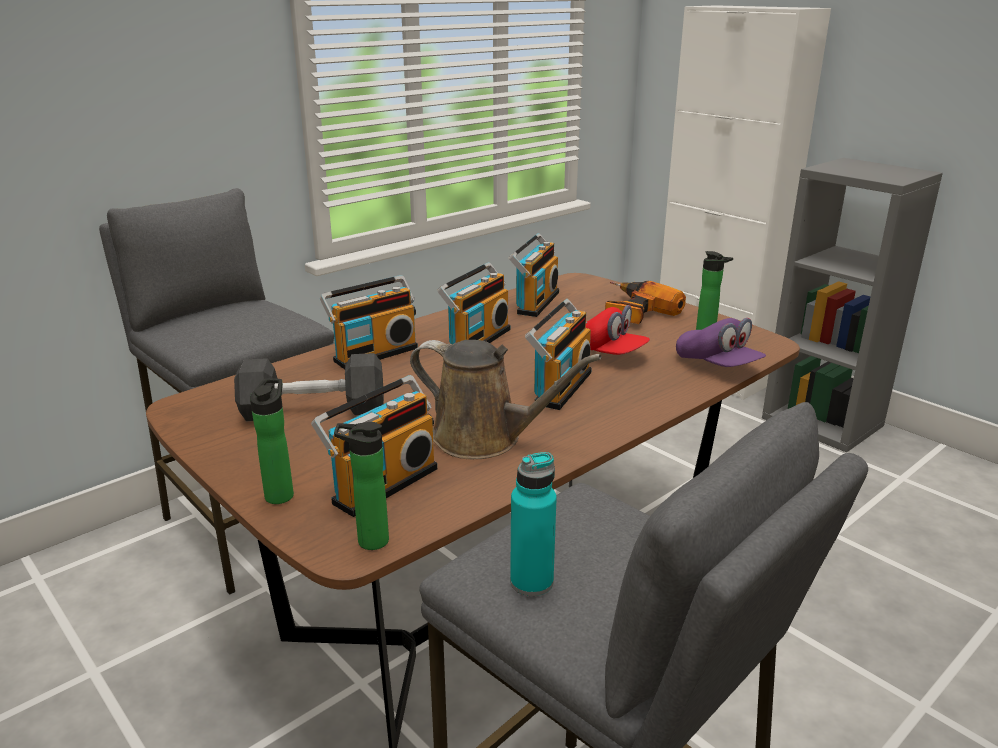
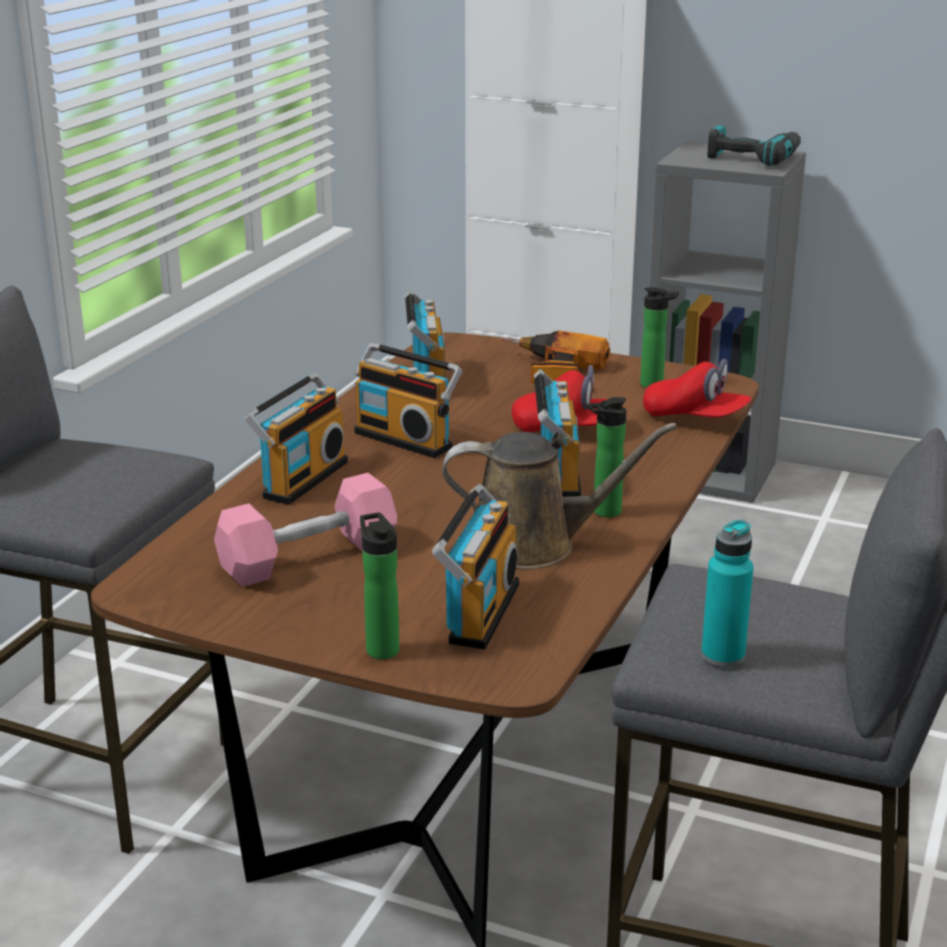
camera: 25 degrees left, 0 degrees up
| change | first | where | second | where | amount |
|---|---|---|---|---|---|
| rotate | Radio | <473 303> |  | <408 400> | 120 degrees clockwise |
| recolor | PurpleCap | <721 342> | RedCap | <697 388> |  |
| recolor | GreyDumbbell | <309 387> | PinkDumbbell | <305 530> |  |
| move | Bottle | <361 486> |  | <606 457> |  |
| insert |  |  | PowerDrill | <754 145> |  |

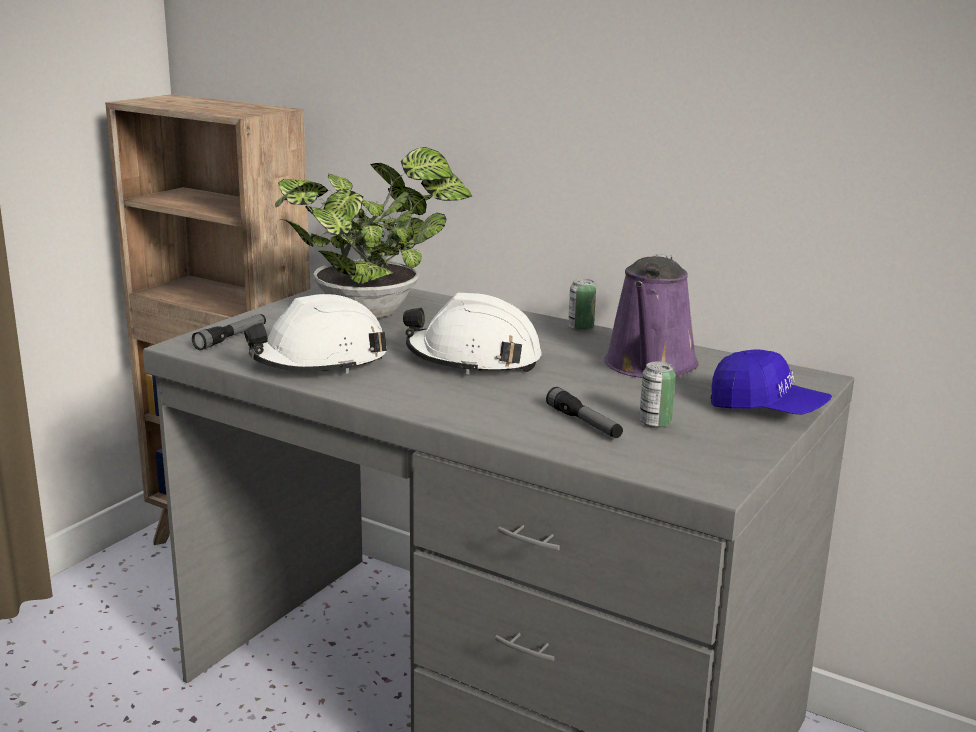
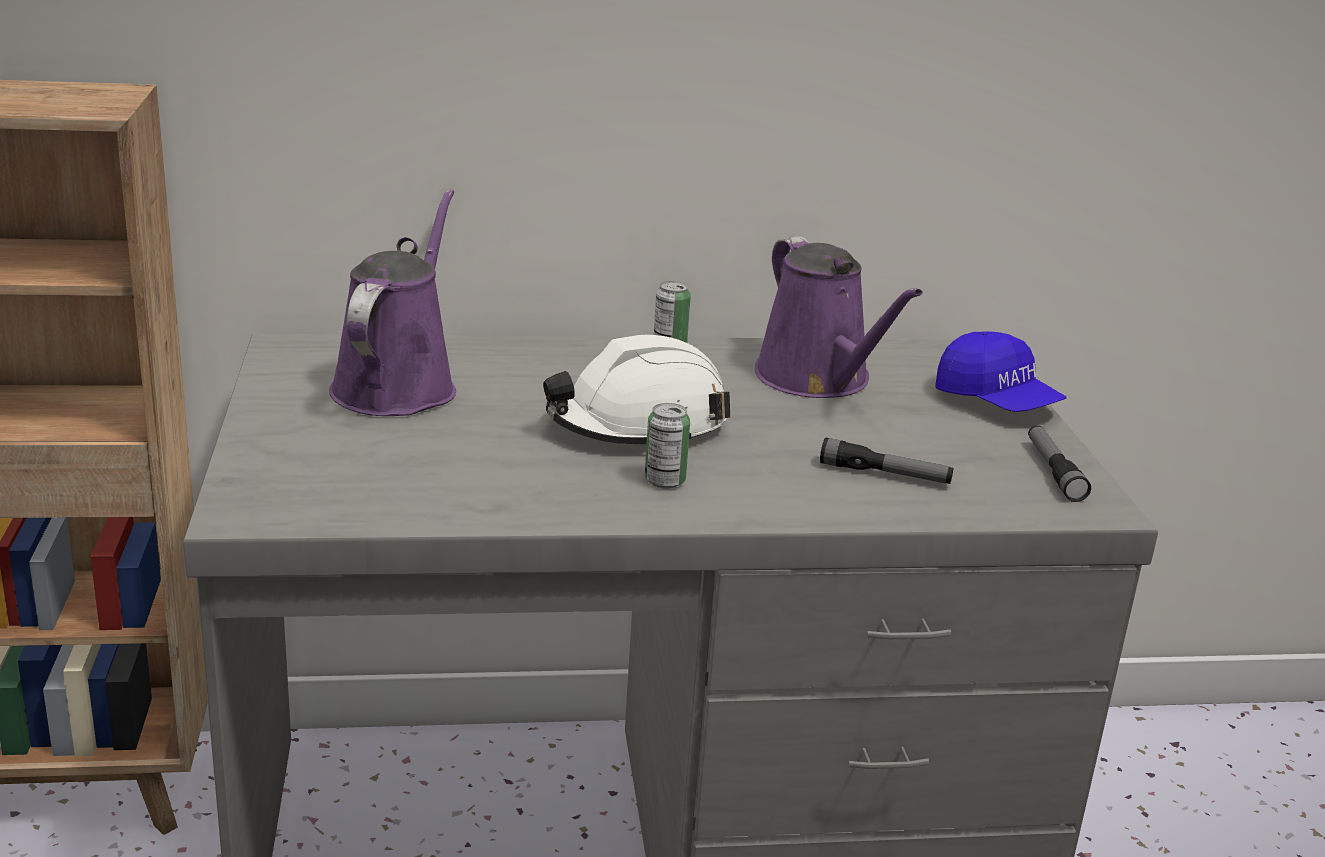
camera: 40 degrees left, 5 degrees up
| change | first | where | second | where | amount |
|---|---|---|---|---|---|
| replace | PottedPlant | <374 232> | PurpleWateringCan | <392 302> |  |
| delete | WhiteHardHat | <315 334> |  |  |  |
| move | Flashlight | <229 332> |  | <1059 463> |  |
| rotate | BlueCap | <771 382> |  | <1000 371> | 60 degrees clockwise |
| move | Can | <657 395> |  | <667 445> |  |

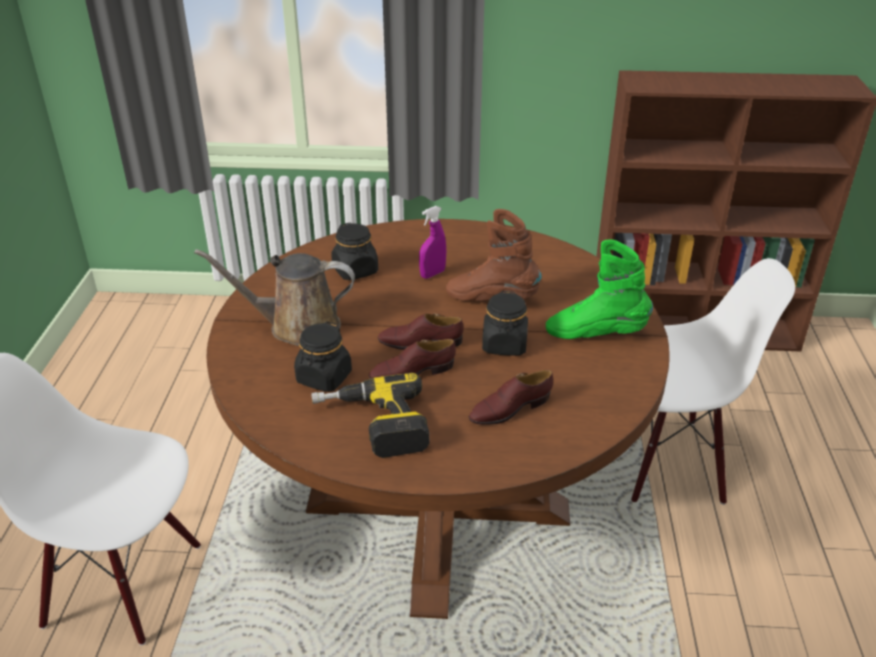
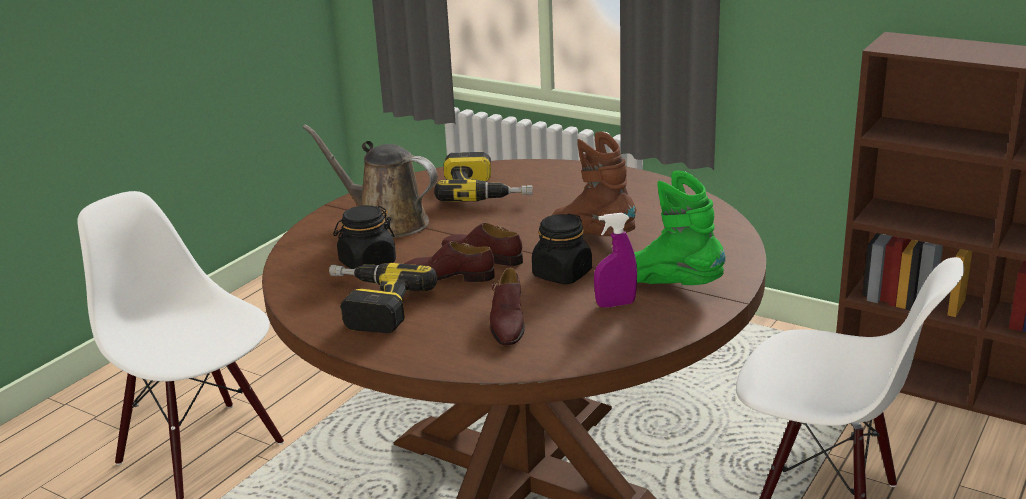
camera: 30 degrees right, 10 degrees down
| change | first | where | second | where | amount |
|---|---|---|---|---|---|
| move | PurpleSprayBottle | <432 242> |  | <615 260> |  |
| replace | BlackJar | <354 251> | PowerDrill | <483 177> |  |
| rotate | BrownShoe | <511 397> |  | <507 307> | 90 degrees counterclockwise |

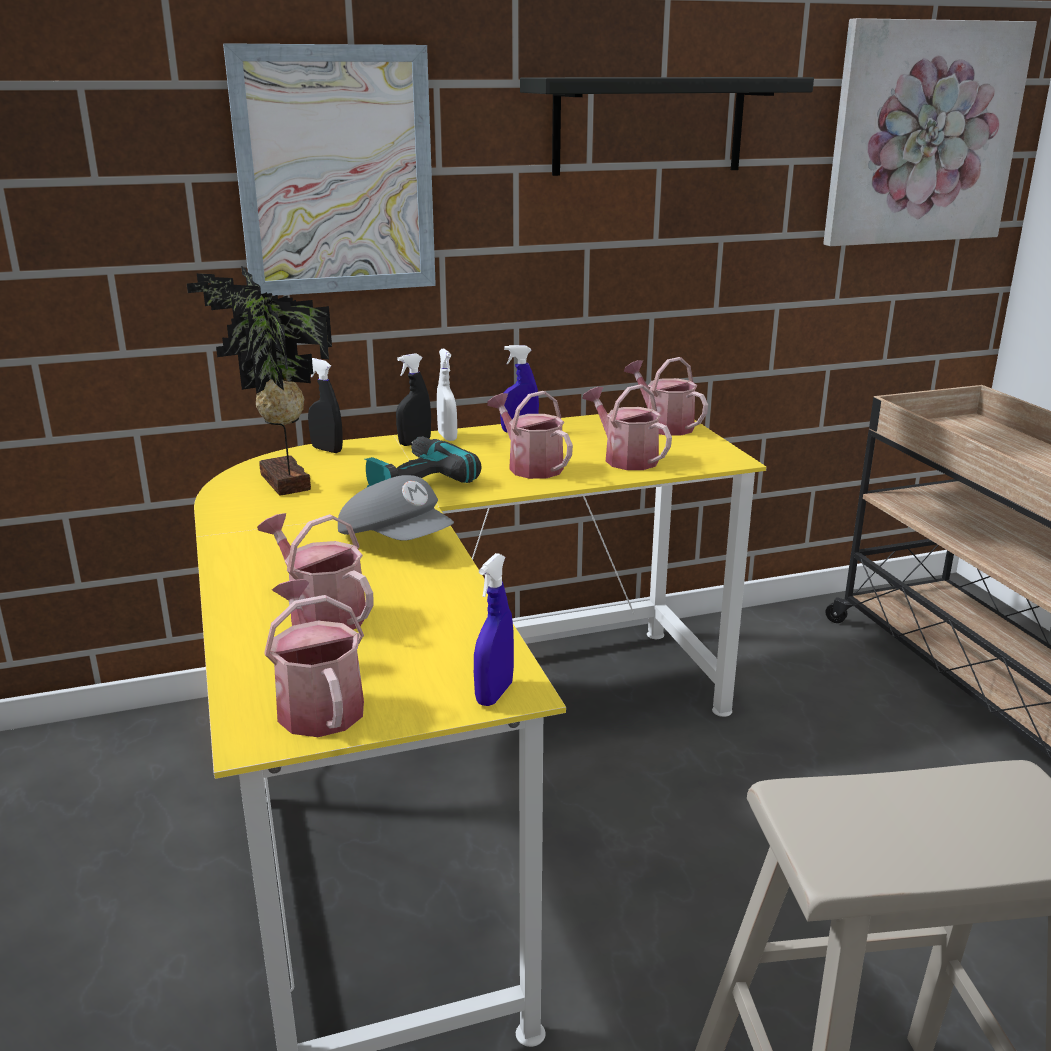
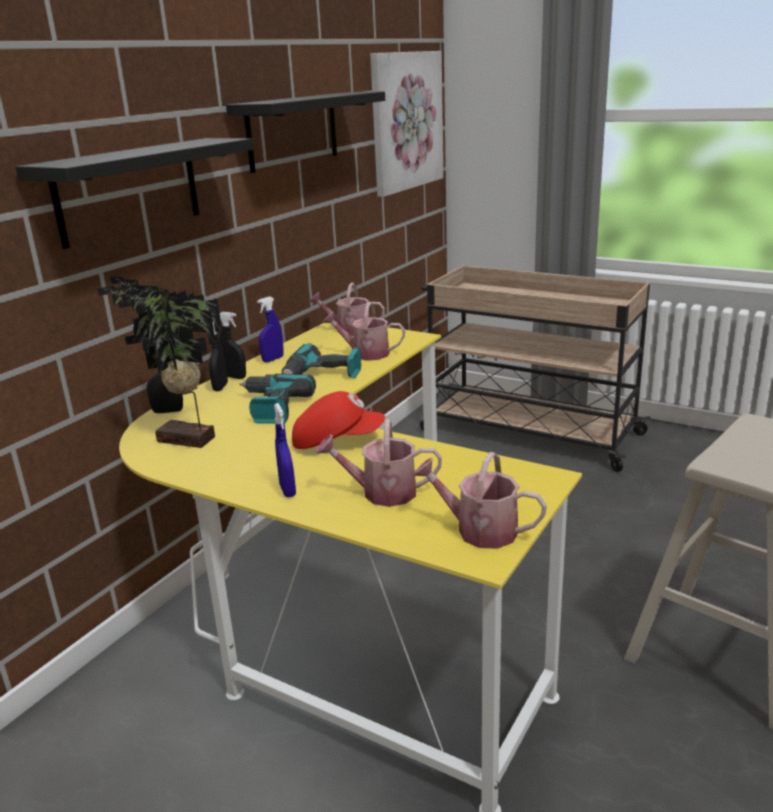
camera: 40 degrees left, 0 degrees up
| change | first | where | second | where | amount |
|---|---|---|---|---|---|
| replace | Picture | <329 169> | BlackShelf | <134 193> |  |
| recolor | WhiteSprayBottle | <447 394> | BlackSprayBottle | <232 345> |  |
| replace | WateringCan | <530 435> | PowerDrill | <321 360> |  |
| recolor | GreyCap | <396 508> | RedCap | <338 420> |  |
| move | BlueSprayBottle | <494 629> |  | <285 450> |  |

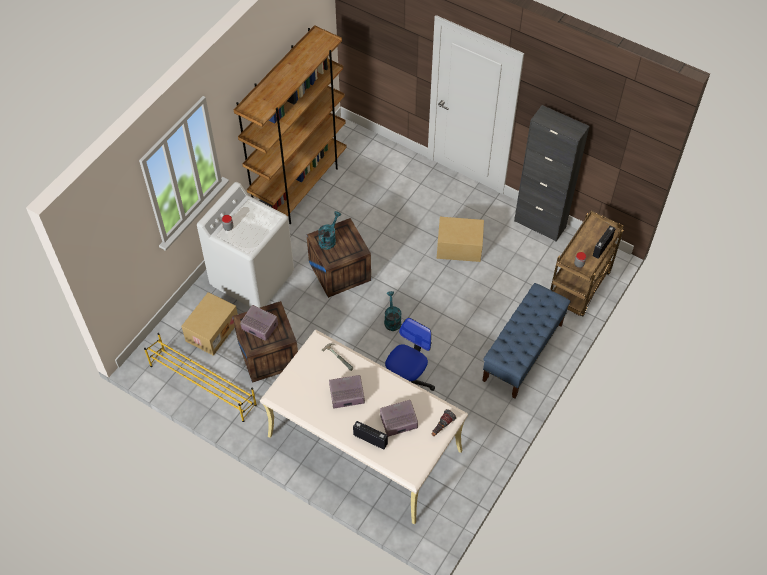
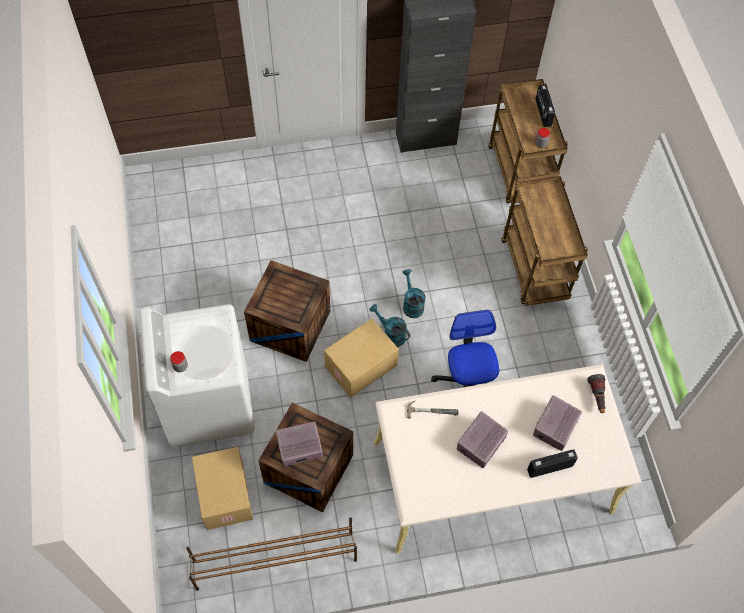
camera: 45 degrees left, 5 degrees up
| change | first | where | second | where | amount |
|---|---|---|---|---|---|
| delete | BrownBookcase | <290 124> |  |  |  |
| move | TurquoiseWateringCan | <329 230> |  | <414 293> |  |
| move | CardboardBox | <460 239> |  | <361 358> |  |
| replace | BlueBench | <526 340> | BrownCart | <545 241> |  |
| recolor | YellowShoeRack | <200 377> | BrownShoeRack | <271 554> |  |

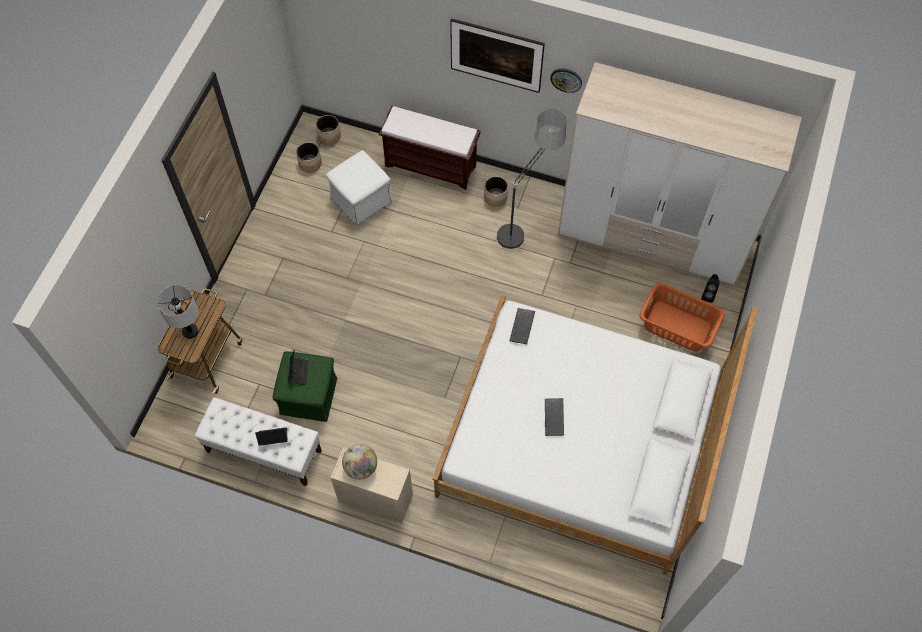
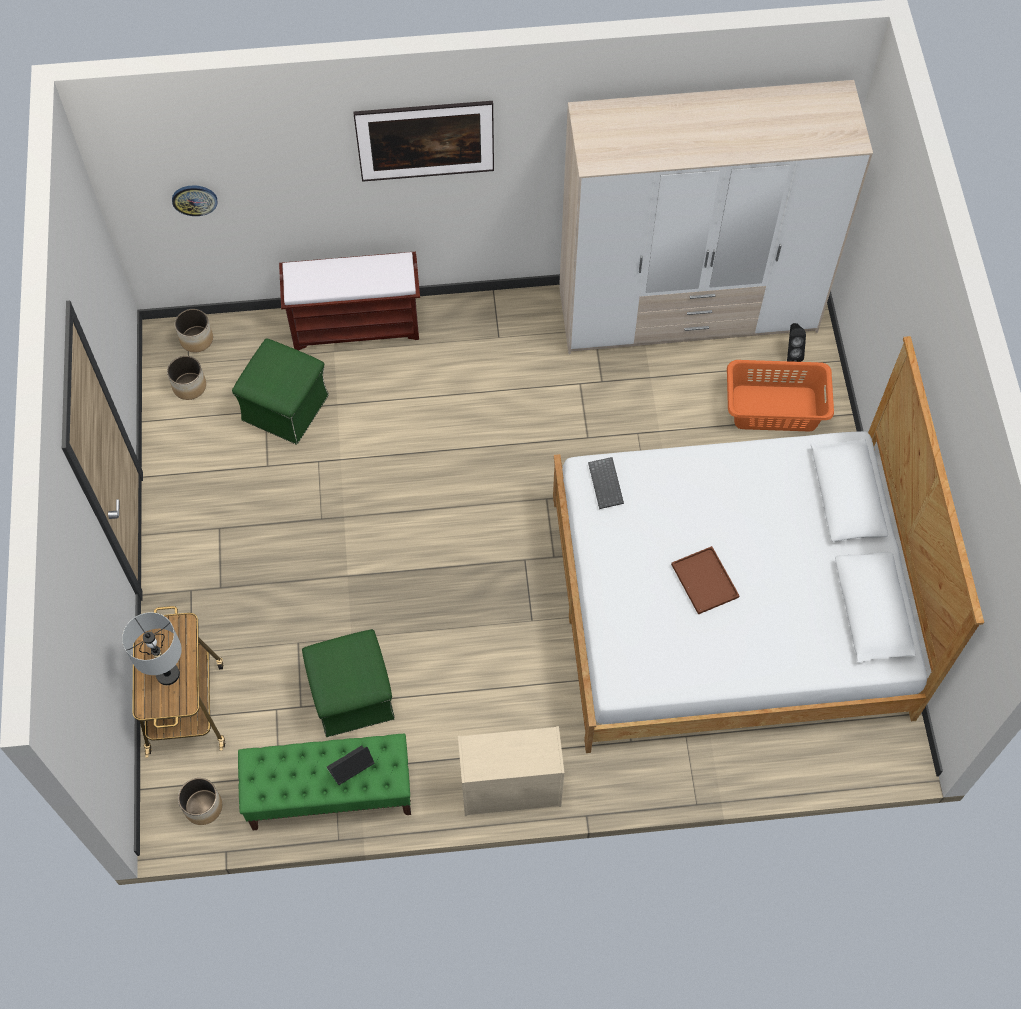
camera: 25 degrees left, 0 degrees up
| change | first | where | second | where | amount |
|---|---|---|---|---|---|
| move | WallClock | <566 80> |  | <194 200> |  |
| delete | FloorLamp | <532 179> |  |  |  |
| recolor | WhiteOttoman | <359 187> | GreenOttoman | <280 391> |  |
| move | Planter | <496 191> |  | <200 801> |  |
| delete | Laptop | <298 367> |  |  |  |
| recolor | WhiteBench | <258 441> | GreenBench | <324 782> |  |
| replace | Keyboard | <554 417> | BrownTray | <705 580> |  |
| delete | Globe | <359 461> |  |  |  |

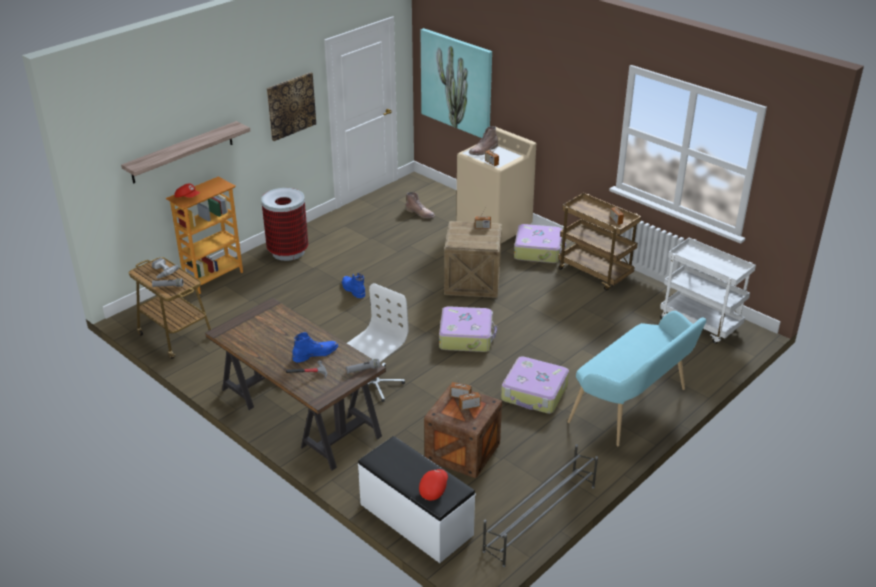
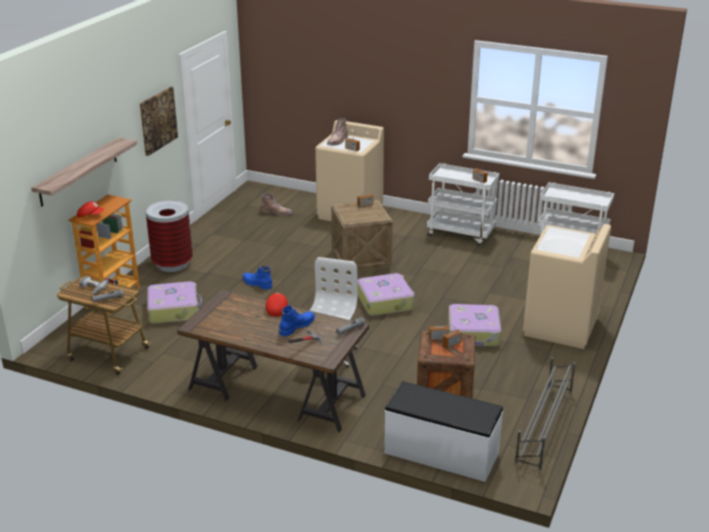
camera: 20 degrees left, 5 degrees down
| change | first | where | second | where | amount |
|---|---|---|---|---|---|
| delete | Picture | <456 83> |  |  |  |
| recolor | BrownCart | <599 242> | WhiteCart | <463 204> |  |
| move | Suitcase | <540 243> |  | <174 302> |  |
| replace | TurquoiseBench | <636 378> | BeigeWashingMachine | <567 286> |  |
| move | RedCap | <433 485> |  | <277 305> |  |

